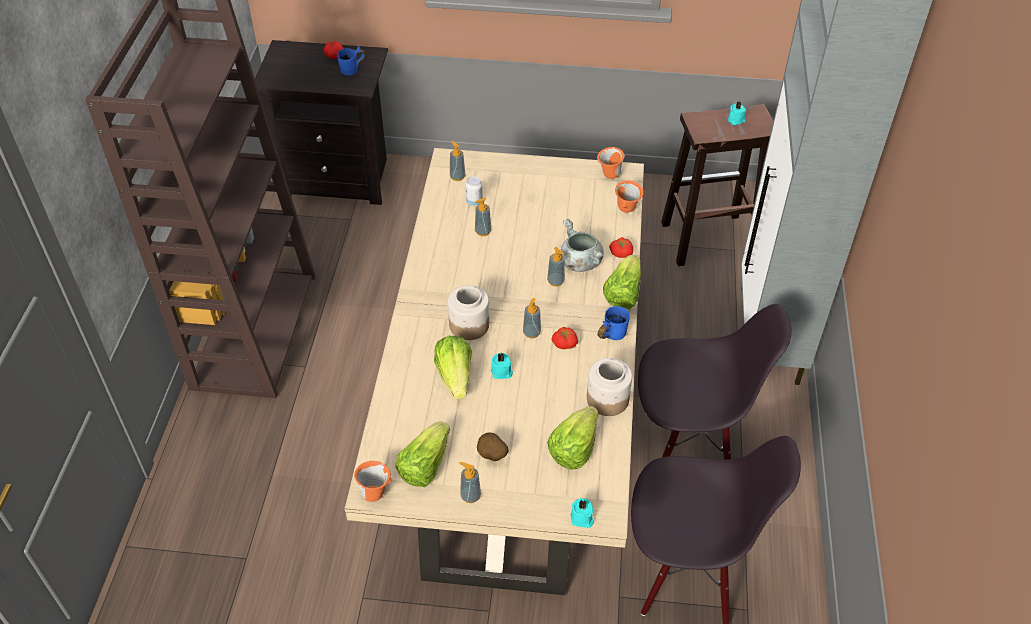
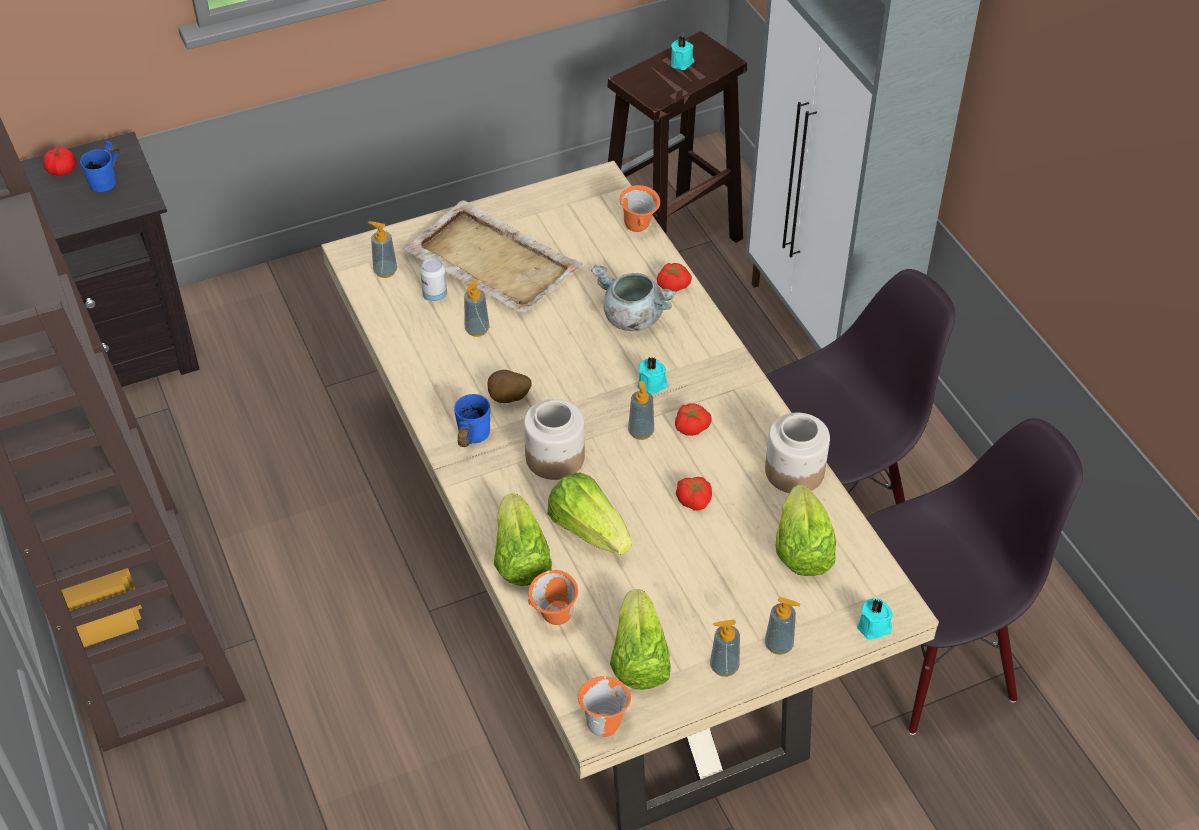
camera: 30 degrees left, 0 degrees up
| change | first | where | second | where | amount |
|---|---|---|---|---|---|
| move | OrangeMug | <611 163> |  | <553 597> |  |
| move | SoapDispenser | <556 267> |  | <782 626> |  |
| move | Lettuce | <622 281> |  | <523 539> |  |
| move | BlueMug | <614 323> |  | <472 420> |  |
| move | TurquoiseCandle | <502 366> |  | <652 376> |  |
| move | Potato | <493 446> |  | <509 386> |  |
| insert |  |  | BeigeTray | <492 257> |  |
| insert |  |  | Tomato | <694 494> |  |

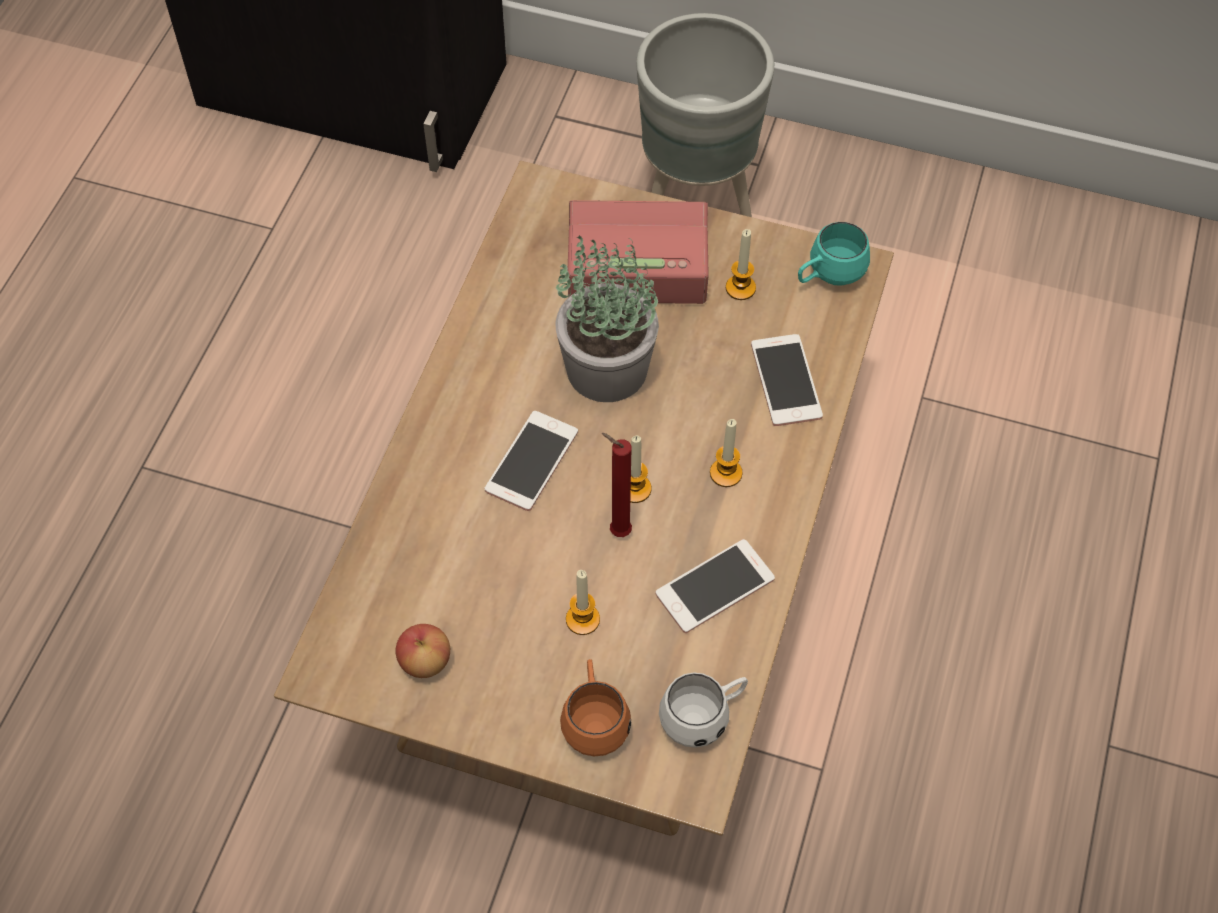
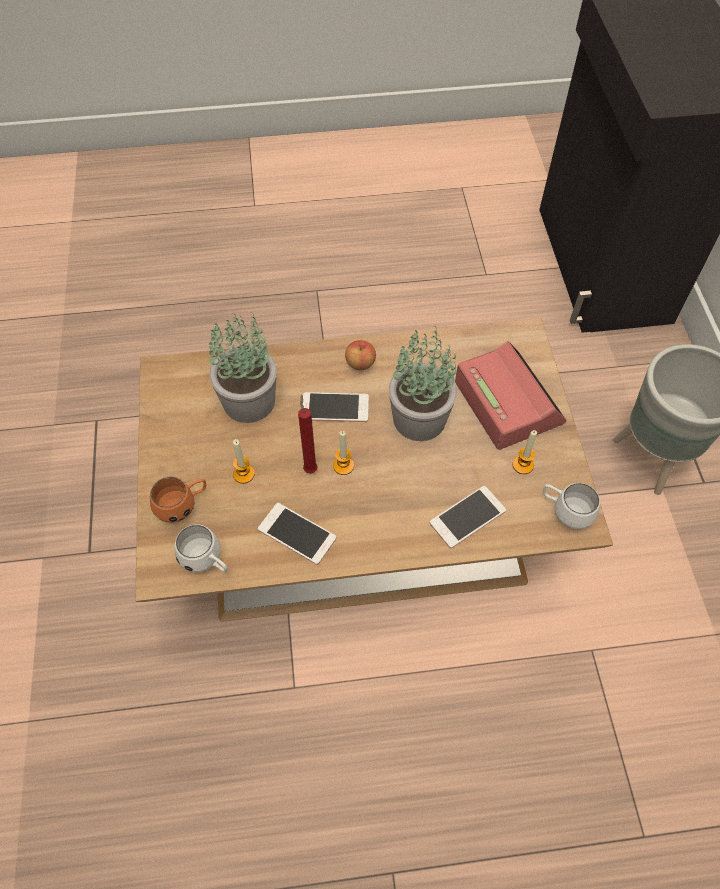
camera: 65 degrees right, 0 degrees up
| change | first | where | second | where | amount |
|---|---|---|---|---|---|
| recolor | TurquoiseMug | <834 254> | WhiteMug | <571 506> |  |
| delete | Candle | <726 453> |  |  |  |
| move | Apple | <422 651> |  | <360 355> |  |
| insert |  |  | PottedPlant | <243 367> |  |

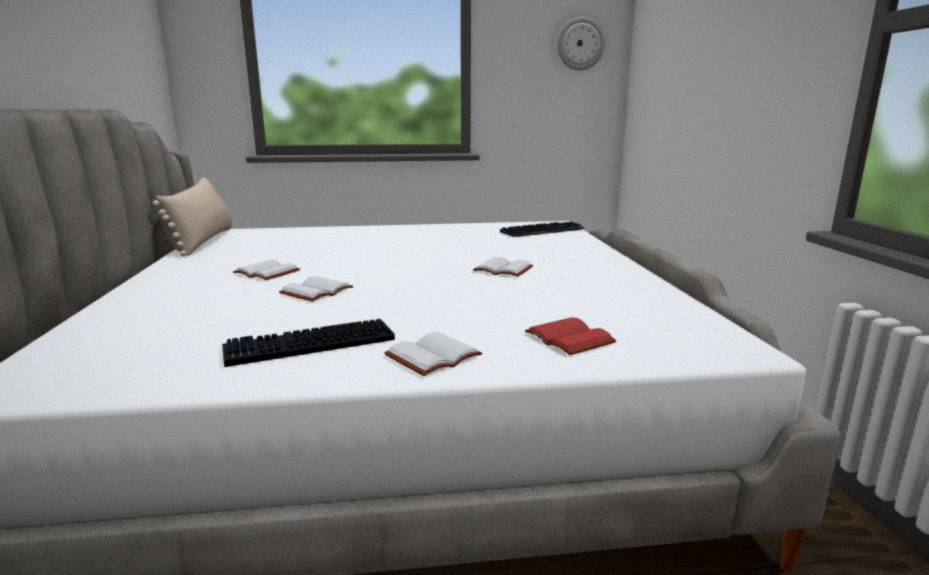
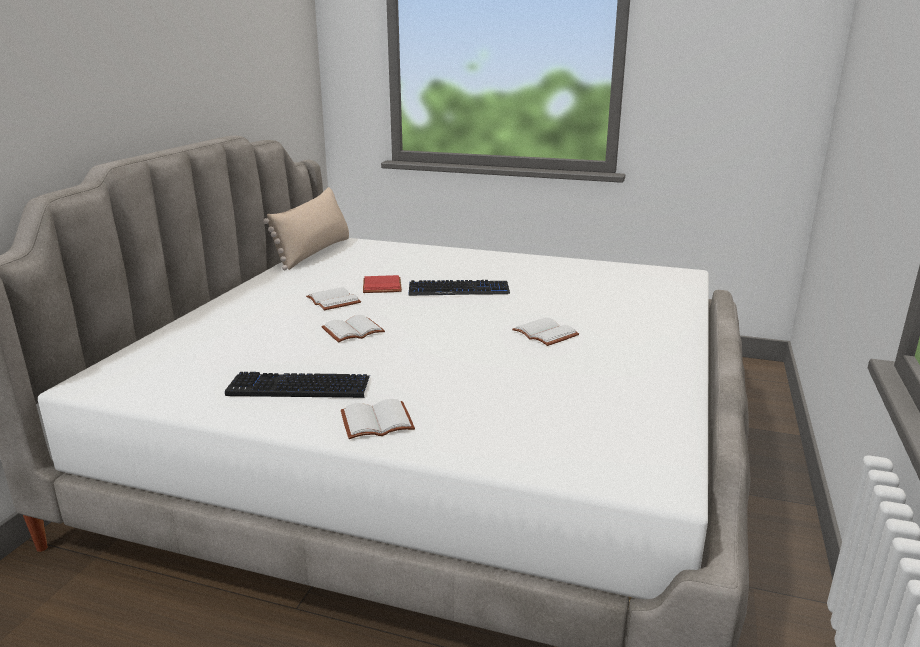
camera: 25 degrees right, 5 degrees up
| change | first | where | second | where | amount |
|---|---|---|---|---|---|
| delete | WallClock | <581 43> |  |  |  |
| move | Keyboard | <542 229> |  | <459 288> |  |
| move | RedBook | <570 336> |  | <382 284> |  |

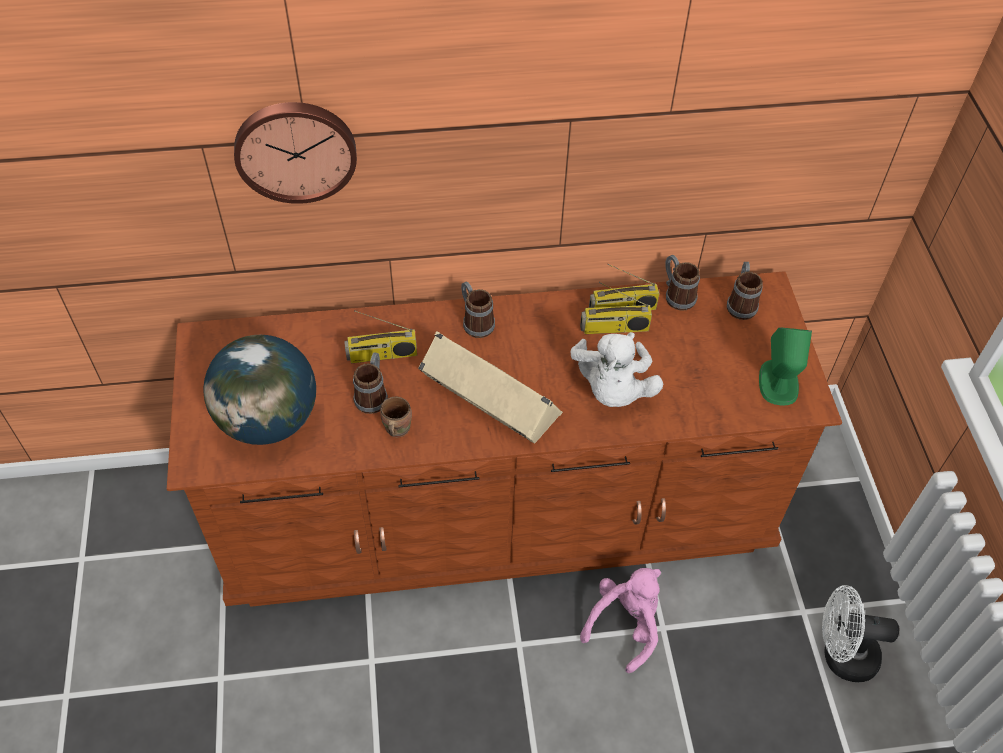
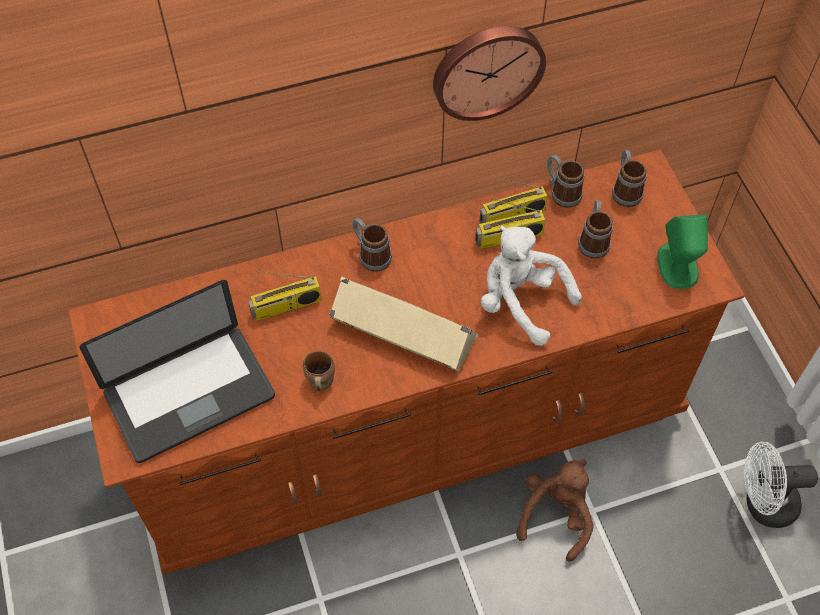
camera: 10 degrees left, 5 degrees up
| change | first | where | second | where | amount |
|---|---|---|---|---|---|
| move | WallClock | <295 153> |  | <489 73> |  |
| rotate | WhitePlushToy | <617 369> |  | <531 286> | 135 degrees clockwise |
| replace | Globe | <259 390> | Laptop | <177 371> |  |
| move | Mug | <370 383> |  | <595 229> |  |
| recolor | PinkPlushToy | <620 620> | BrownPlushToy | <555 510> |  |

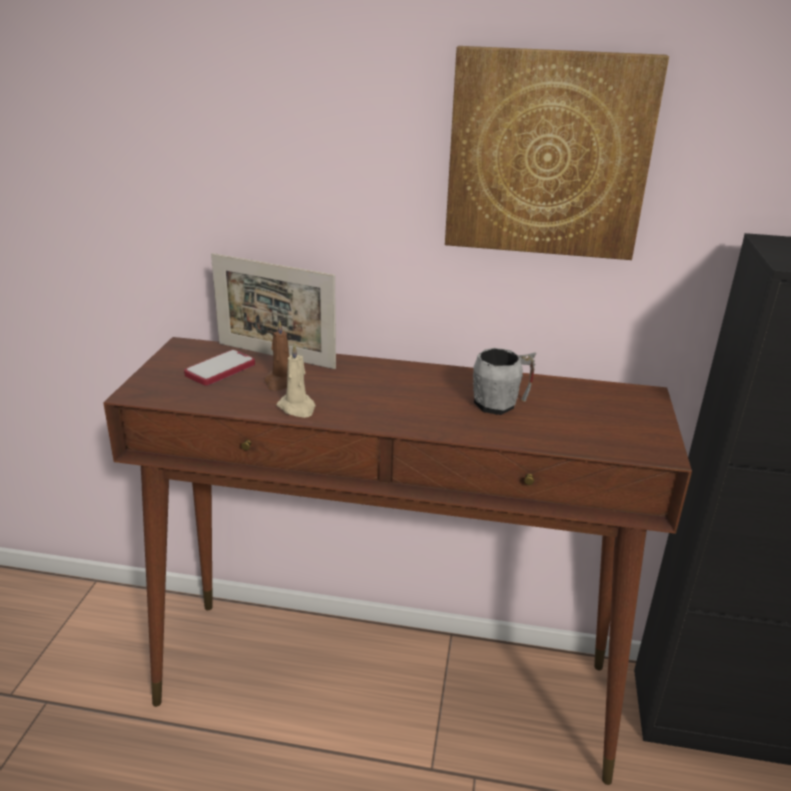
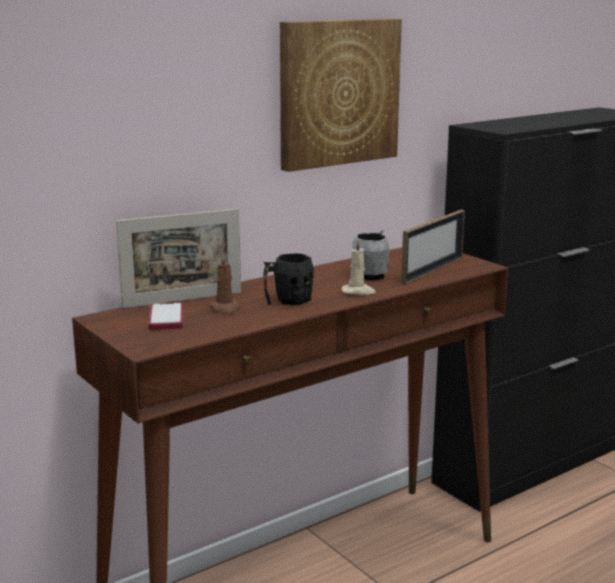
camera: 45 degrees left, 10 degrees down
| change | first | where | second | where | amount |
|---|---|---|---|---|---|
| move | BeigeCandle | <295 380> |  | <359 266> |  |
| insert |  |  | PictureFrame | <433 247> |  |
| insert |  |  | BlackMug | <288 279> |  |

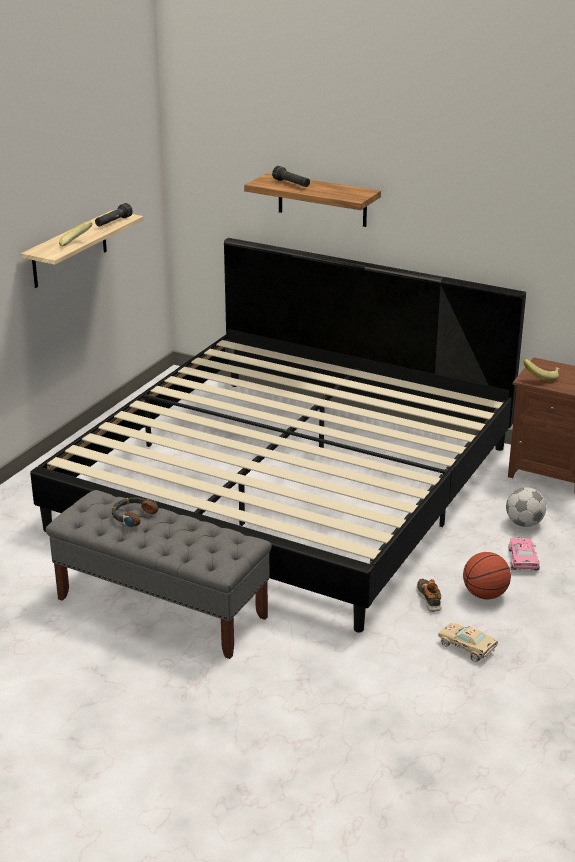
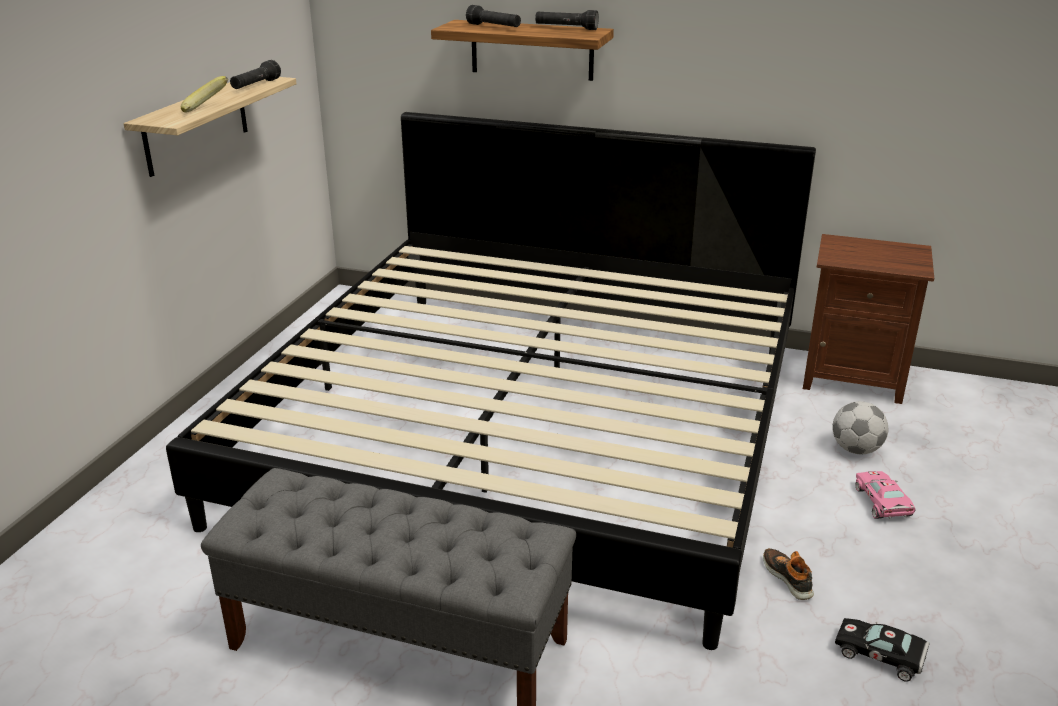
camera: 10 degrees left, 0 degrees up
| change | first | where | second | where | amount |
|---|---|---|---|---|---|
| delete | Banana | <541 370> |  |  |  |
| delete | Headphones | <135 512> |  |  |  |
| delete | Basketball | <487 575> |  |  |  |
| recolor | BeigeToyCar | <468 642> | BlackToyCar | <882 650> |  |
| insert |  |  | BlackFlashlight | <567 20> |  |

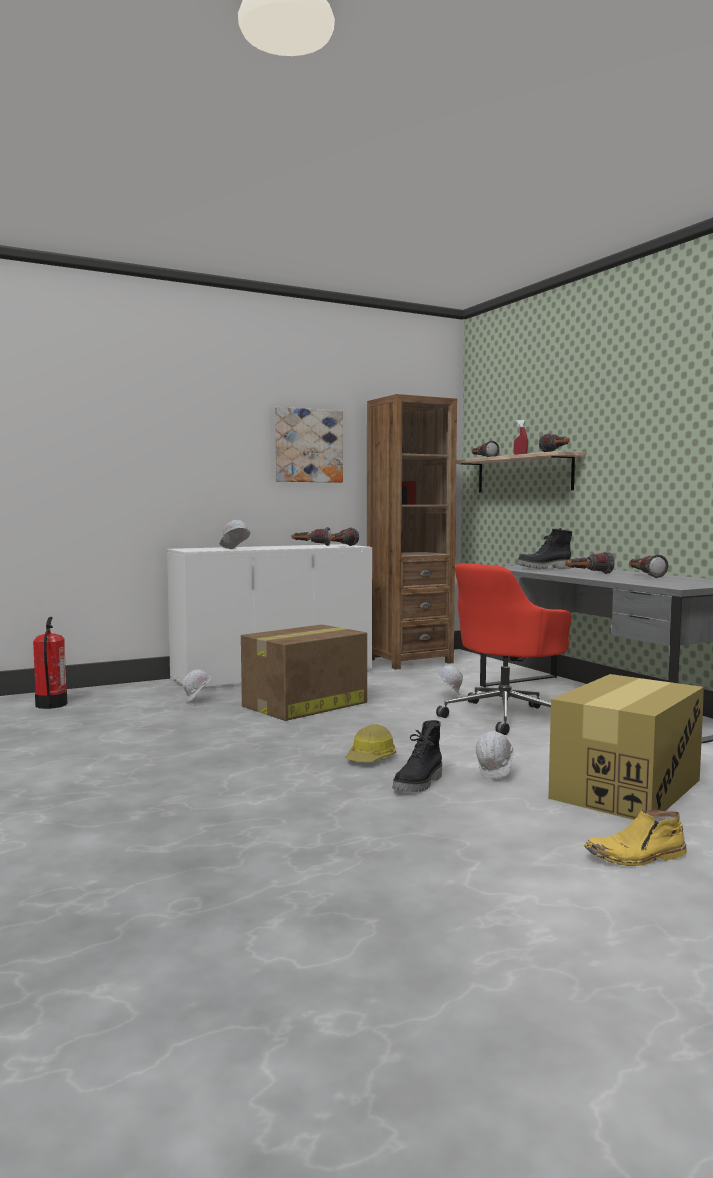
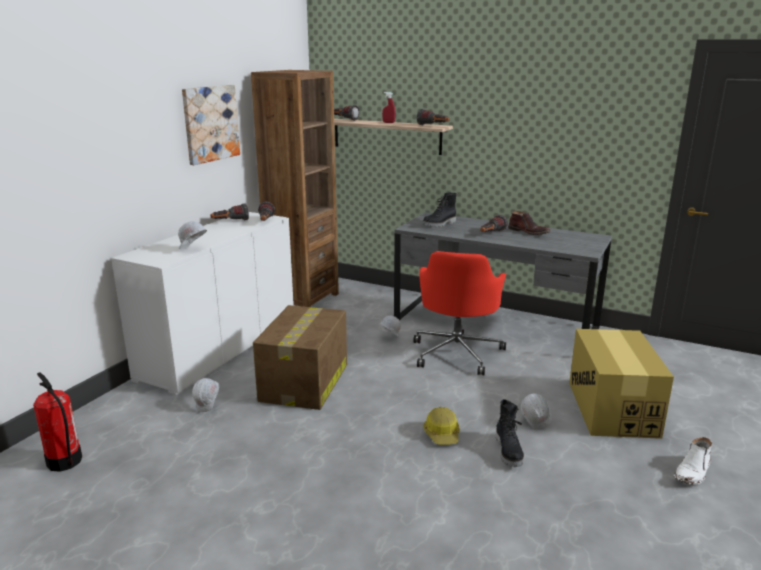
camera: 35 degrees left, 15 degrees up
| change | first | where | second | where | amount |
|---|---|---|---|---|---|
| replace | Flashlight | <648 566> | BrownBoot | <529 223> |  |
| recolor | YellowBoot | <635 837> | WhiteBoot | <693 461> |  |

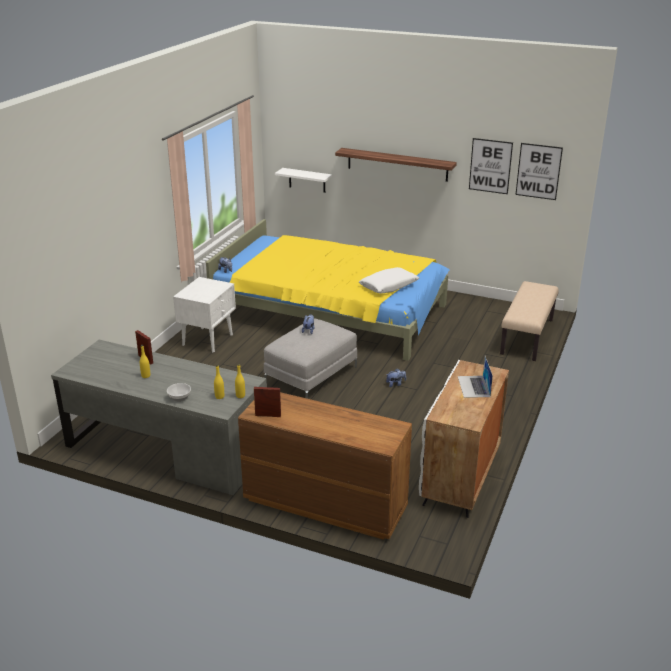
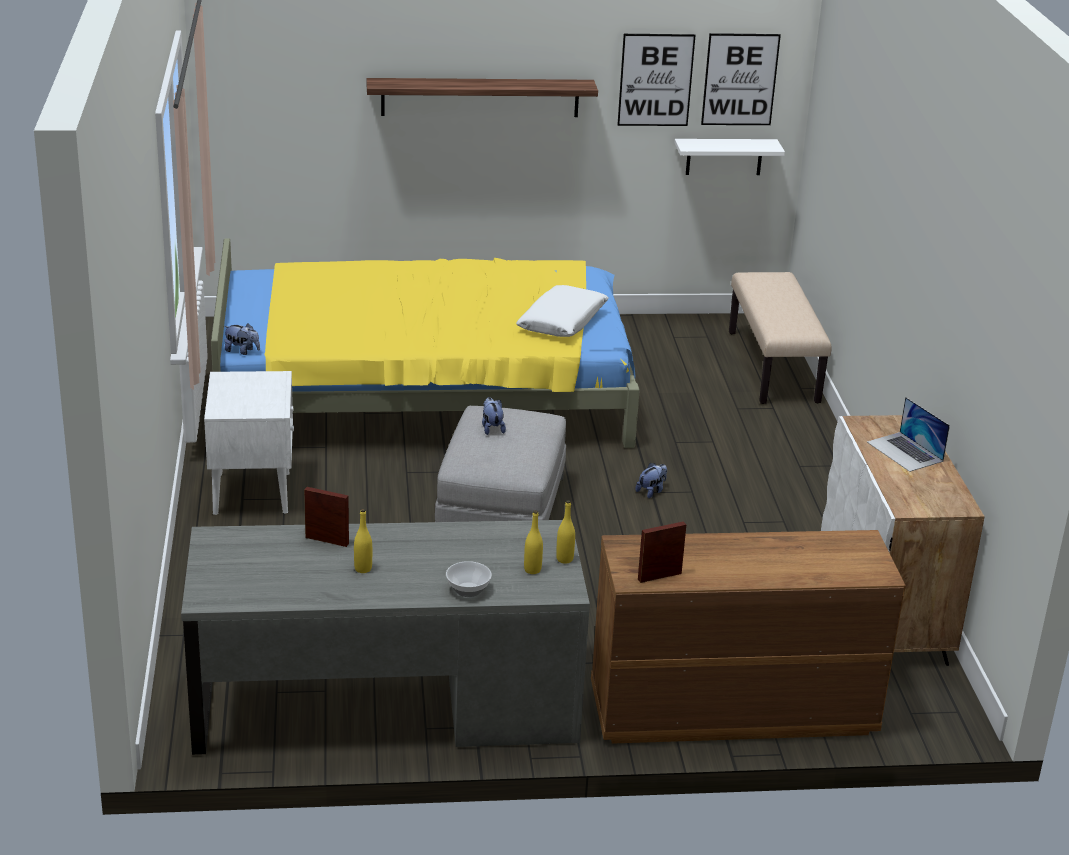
camera: 30 degrees left, 0 degrees up
| change | first | where | second | where | amount |
|---|---|---|---|---|---|
| move | WhiteShelf | <303 180> |  | <729 157> |  |

